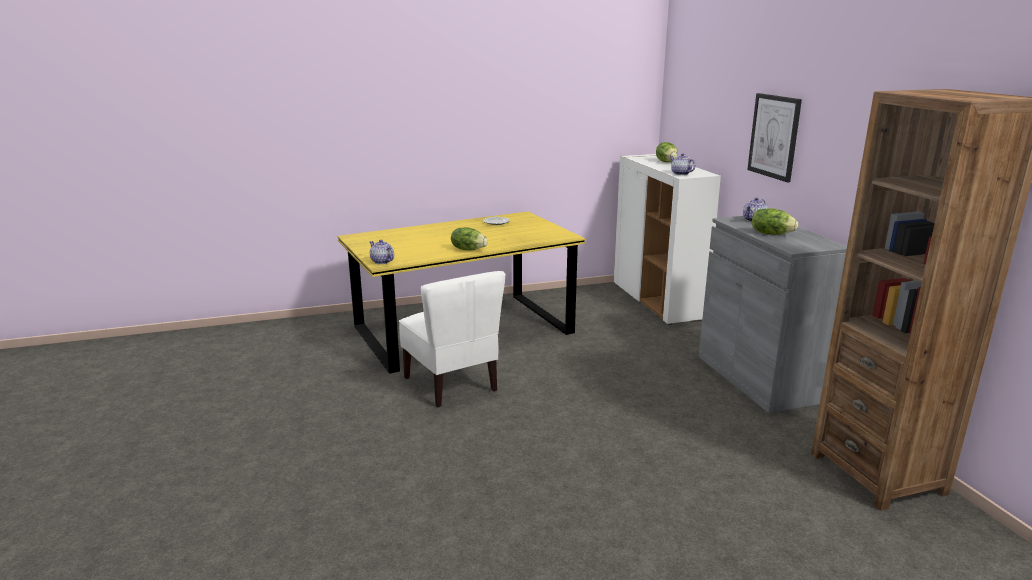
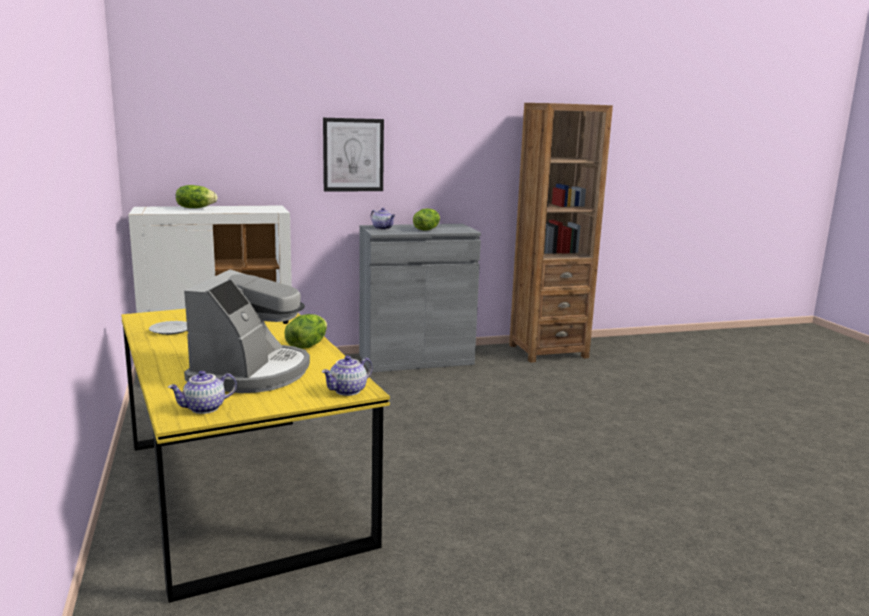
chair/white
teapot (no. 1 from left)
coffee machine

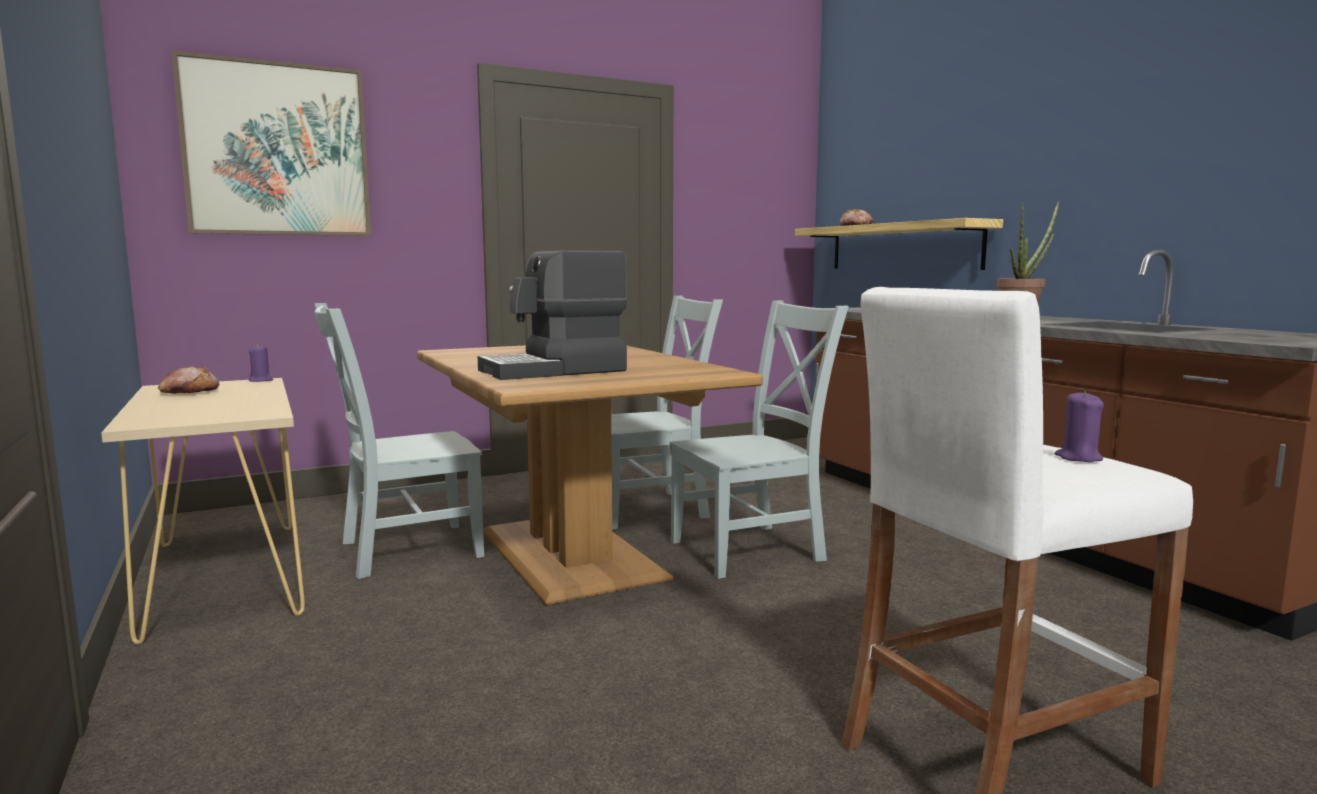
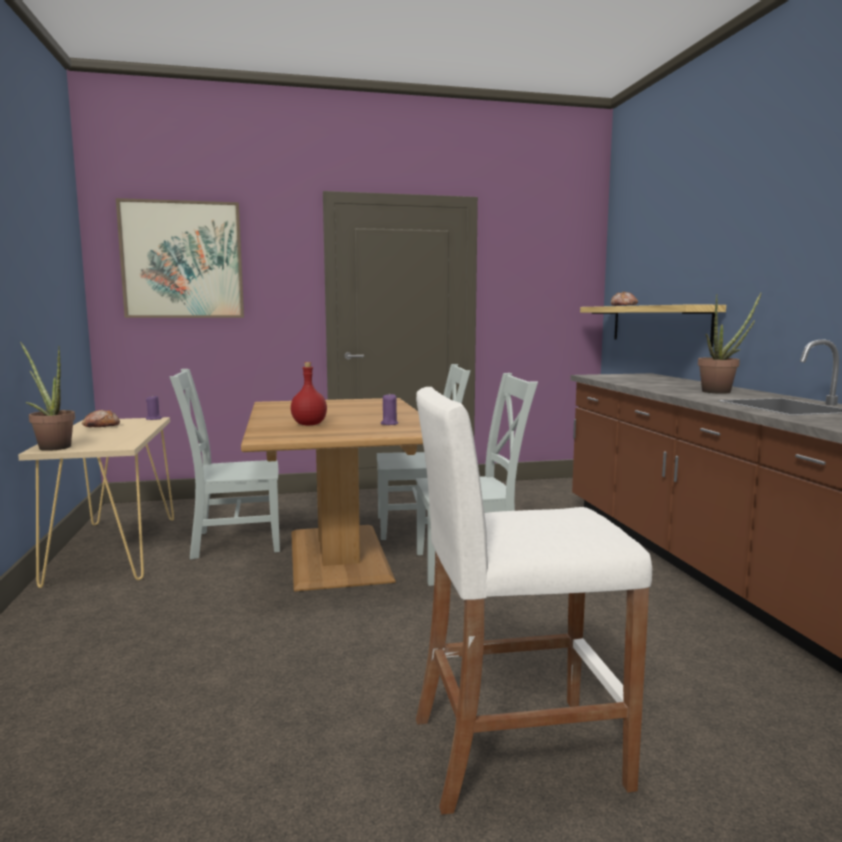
bottle/red
candle/purple (no. 2 from left)
potted plant (no. 1 from left)

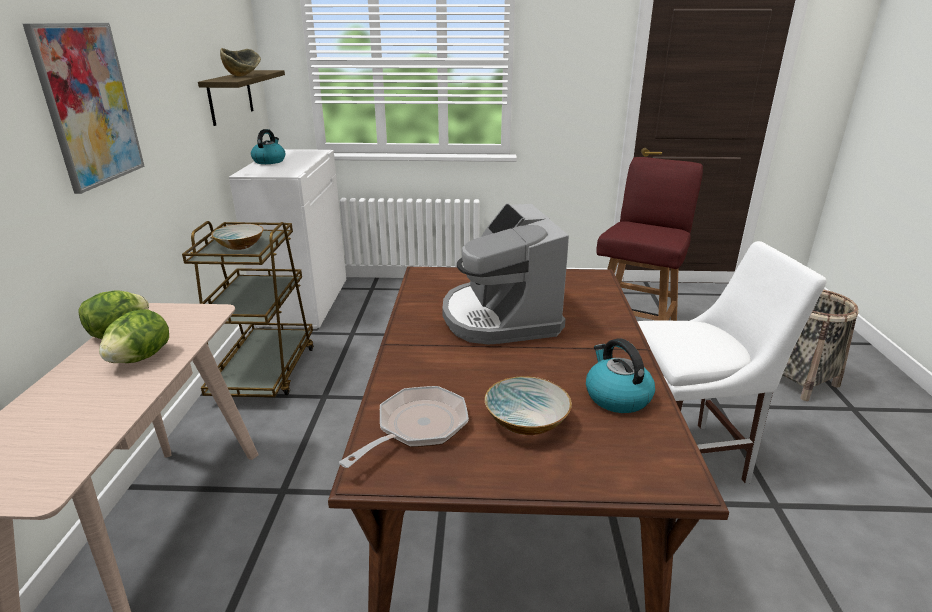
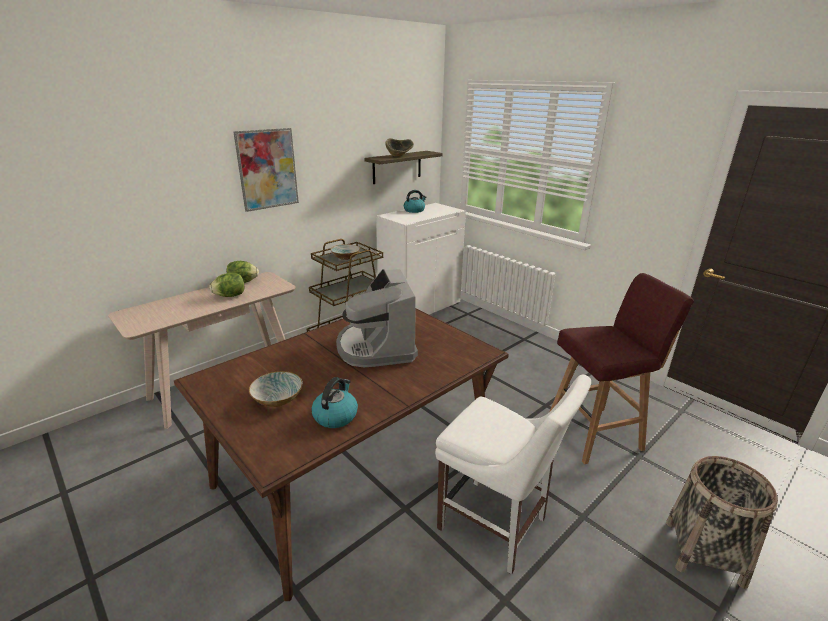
frying pan
coffee machine

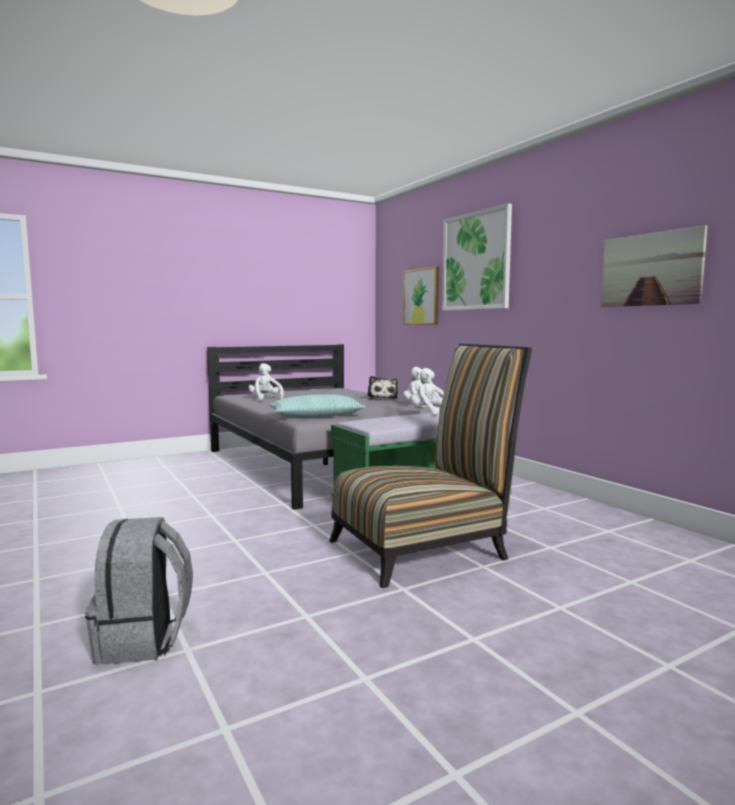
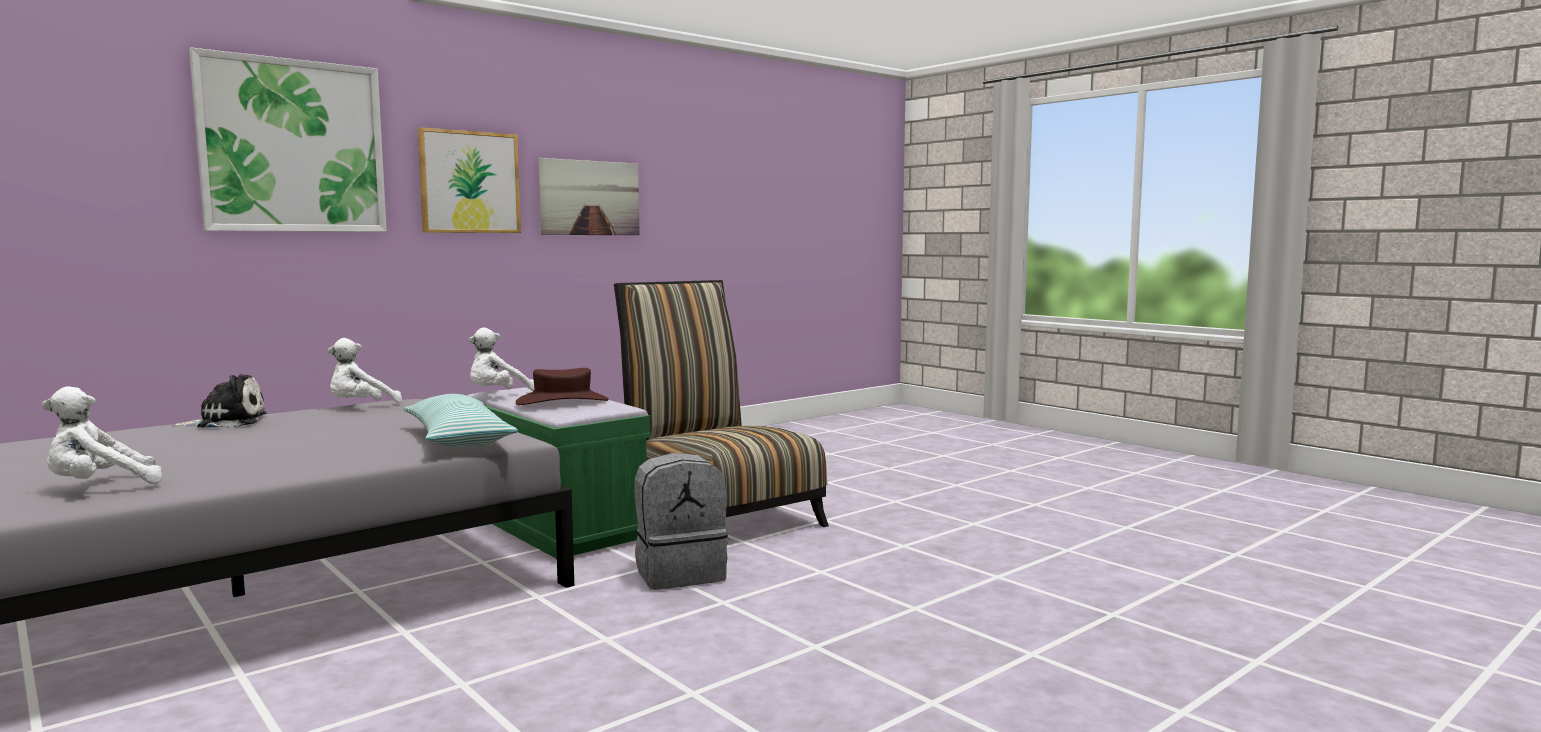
backpack/grey
picture (no. 2 from left)
hat/brown

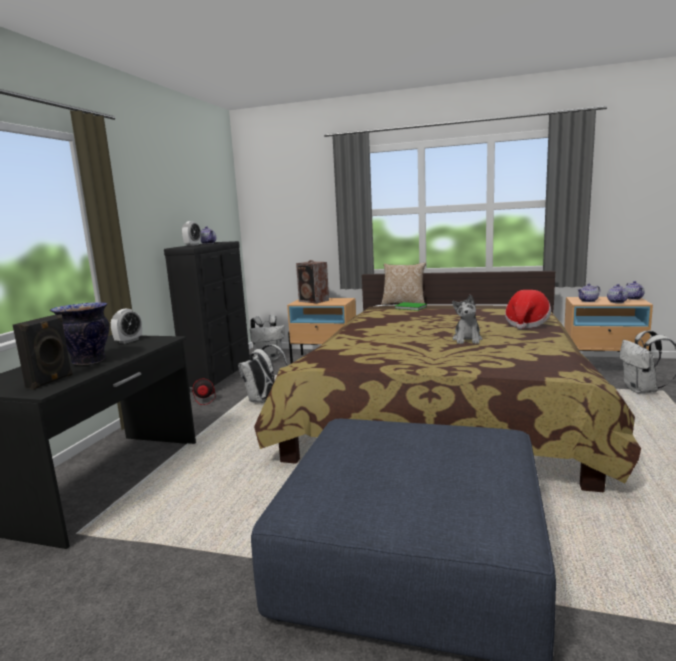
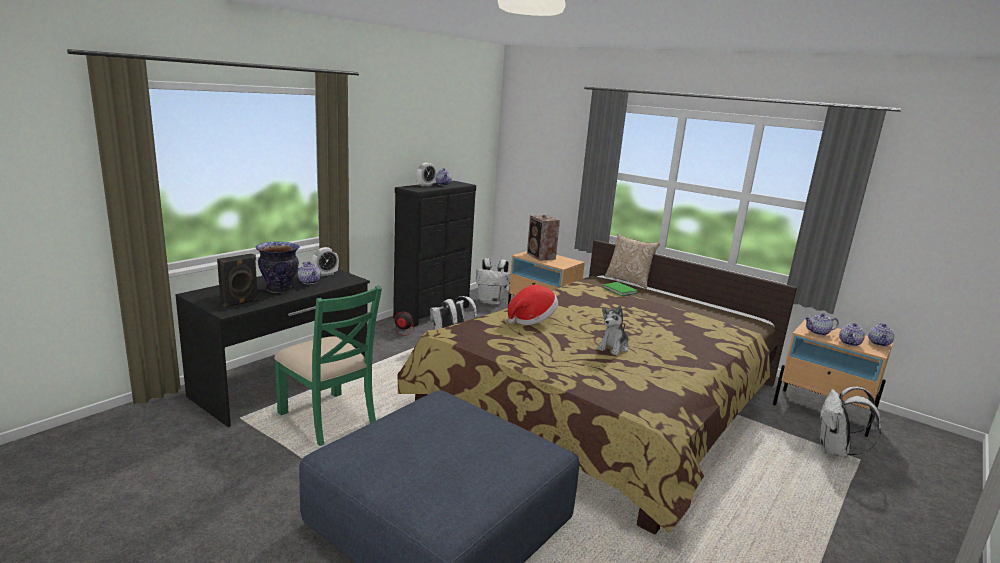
hat
chair/green
teapot (no. 1 from left)

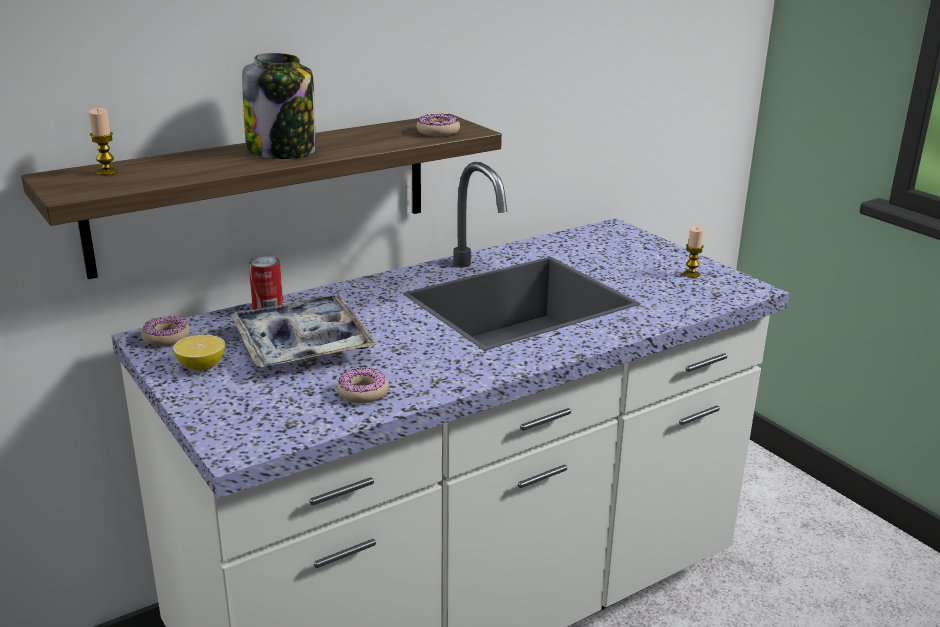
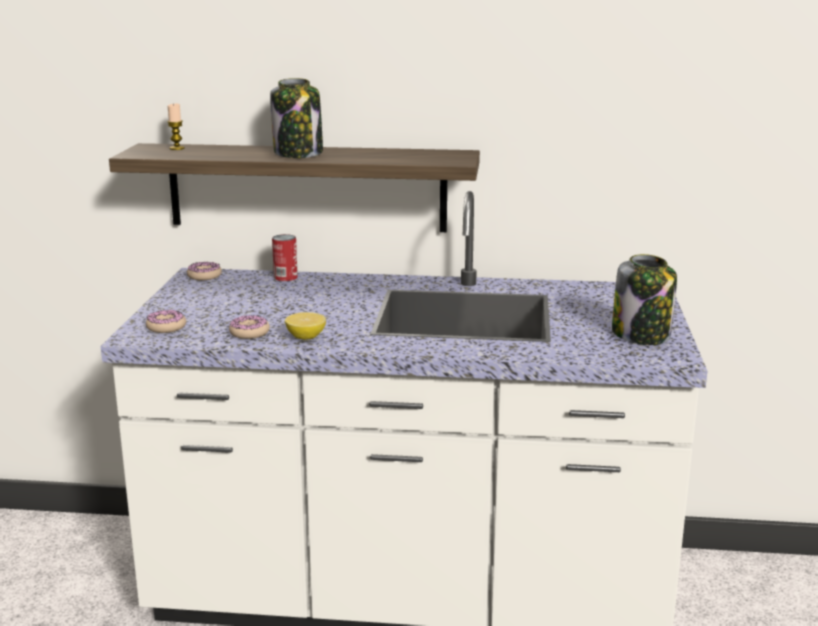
lemon
tray
donut (no. 1 from left)
jar (no. 2 from left)

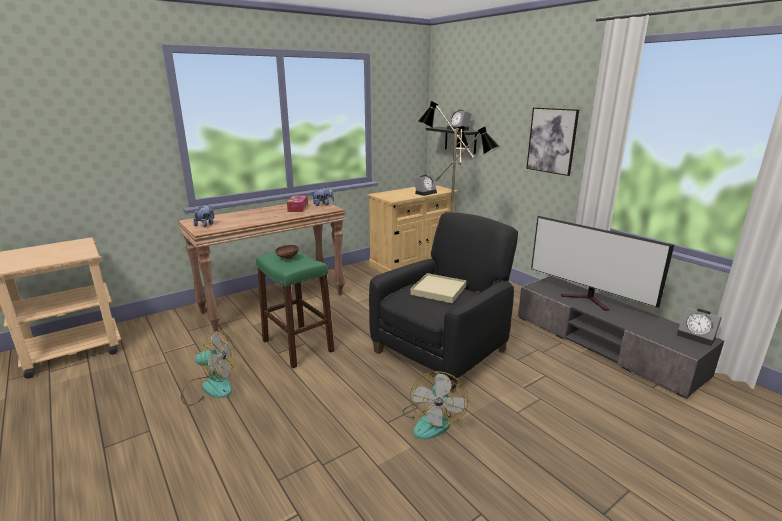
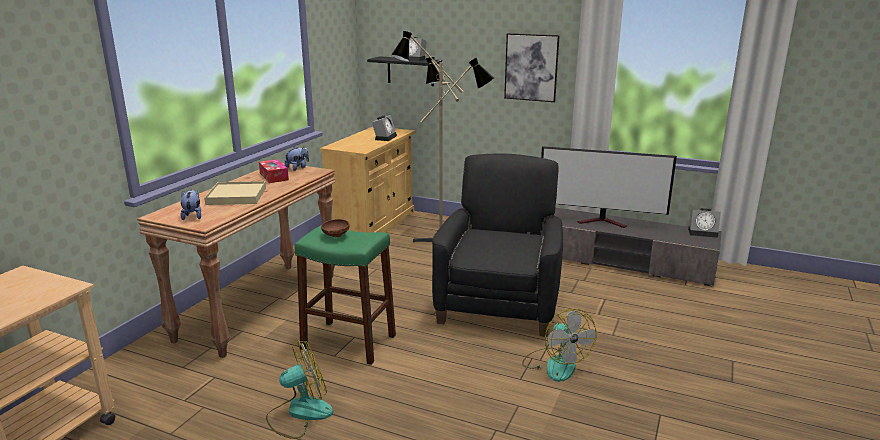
tray/beige

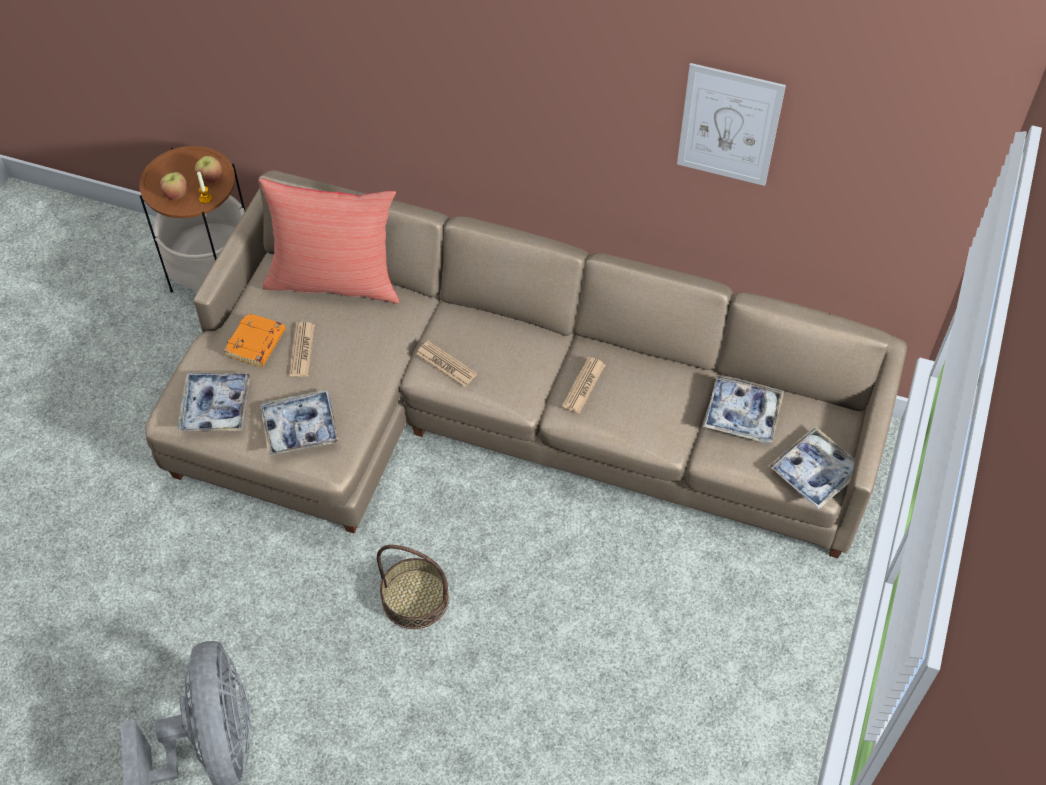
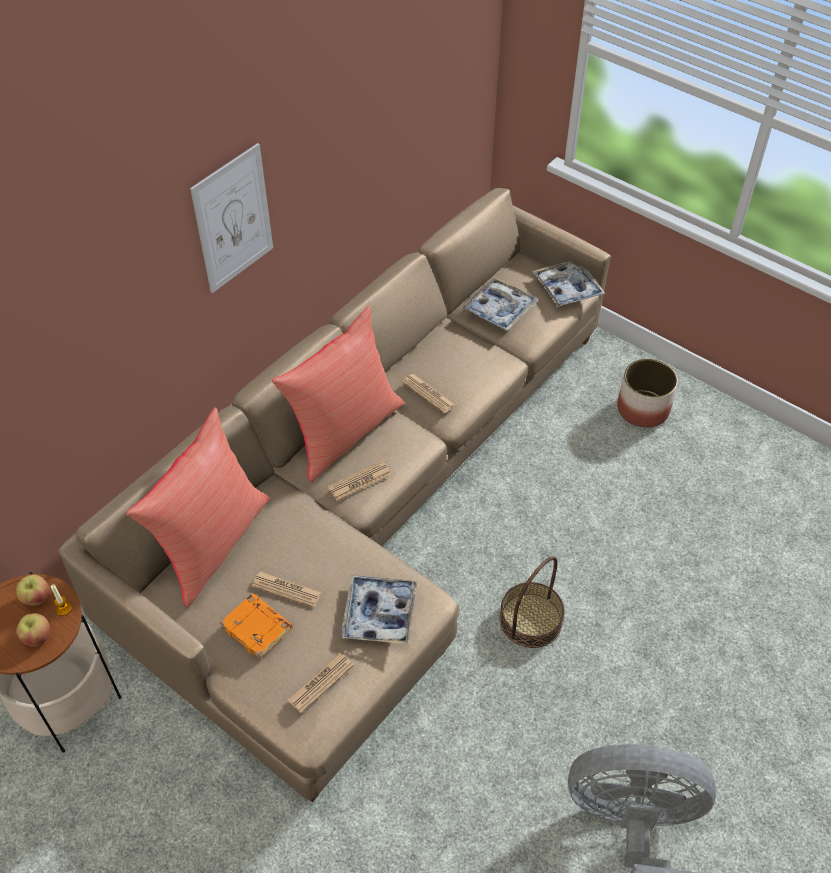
newspaper (no. 2 from left)
picture
pillow/red (no. 2 from left)
planter

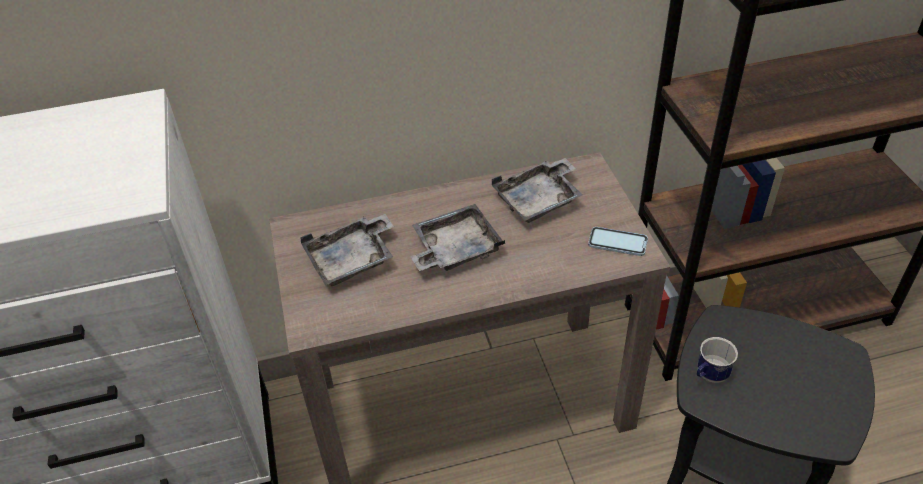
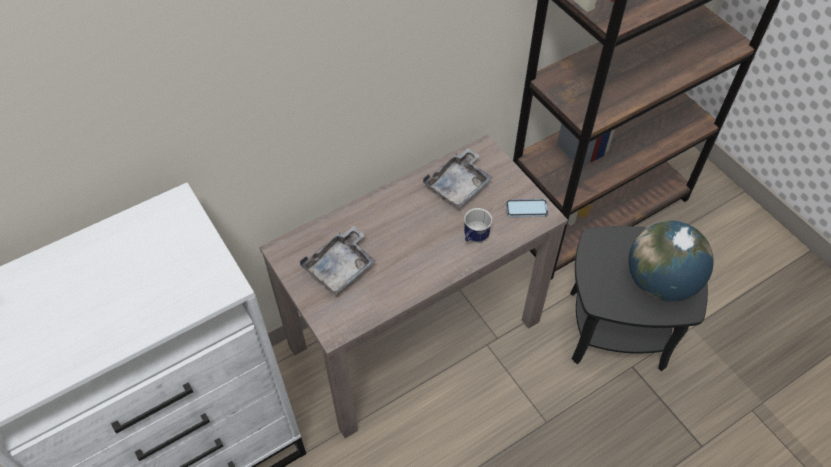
tray/grey (no. 2 from left in the first image)
mug
globe

